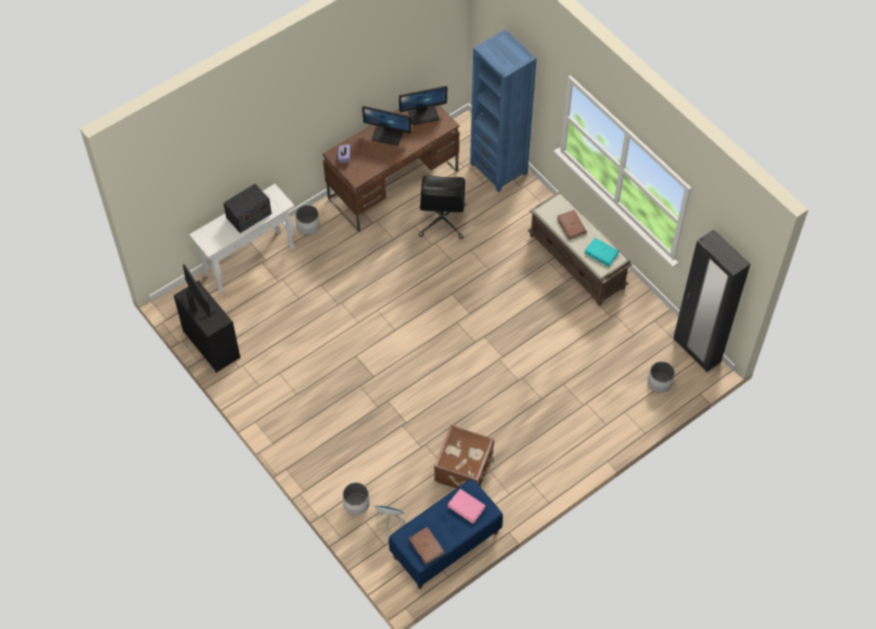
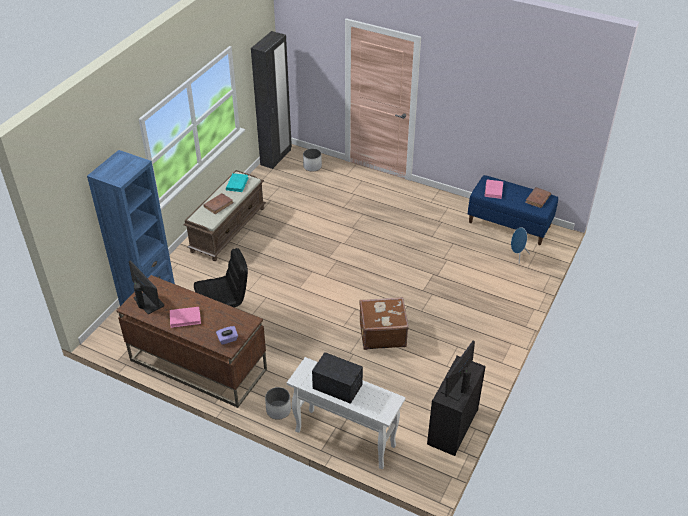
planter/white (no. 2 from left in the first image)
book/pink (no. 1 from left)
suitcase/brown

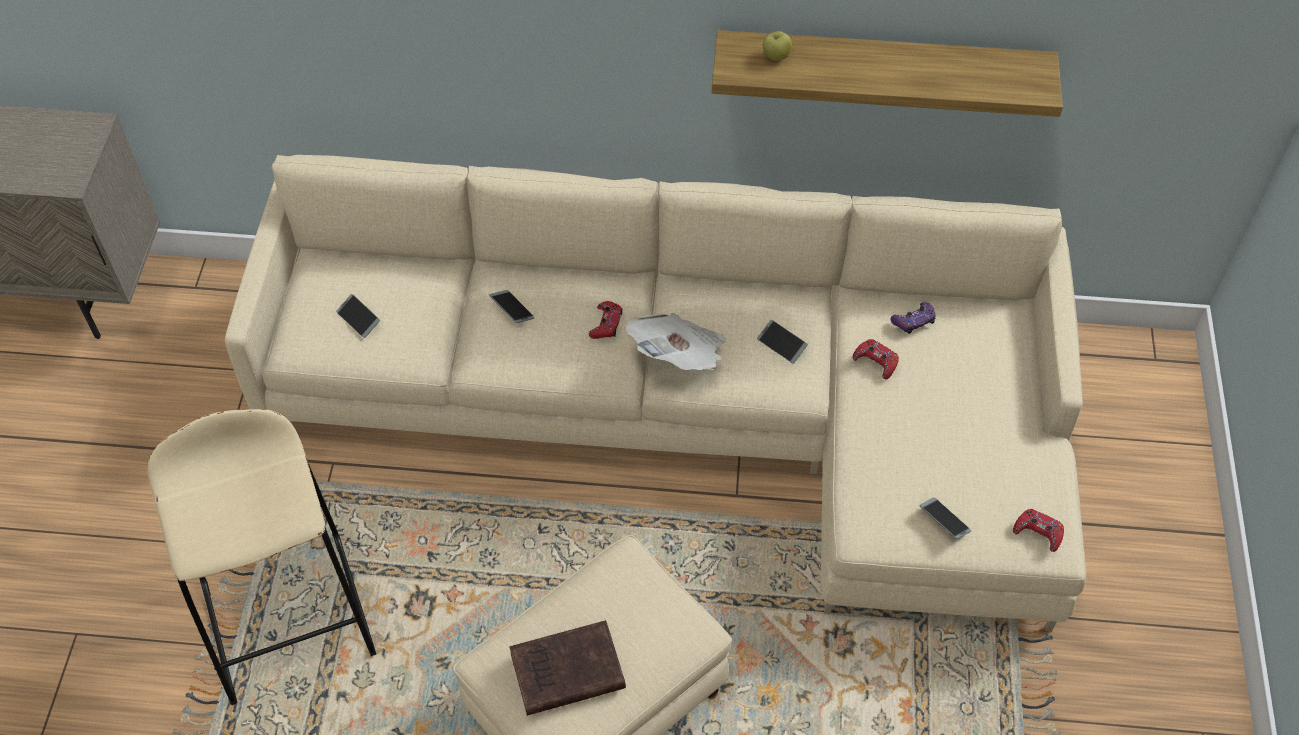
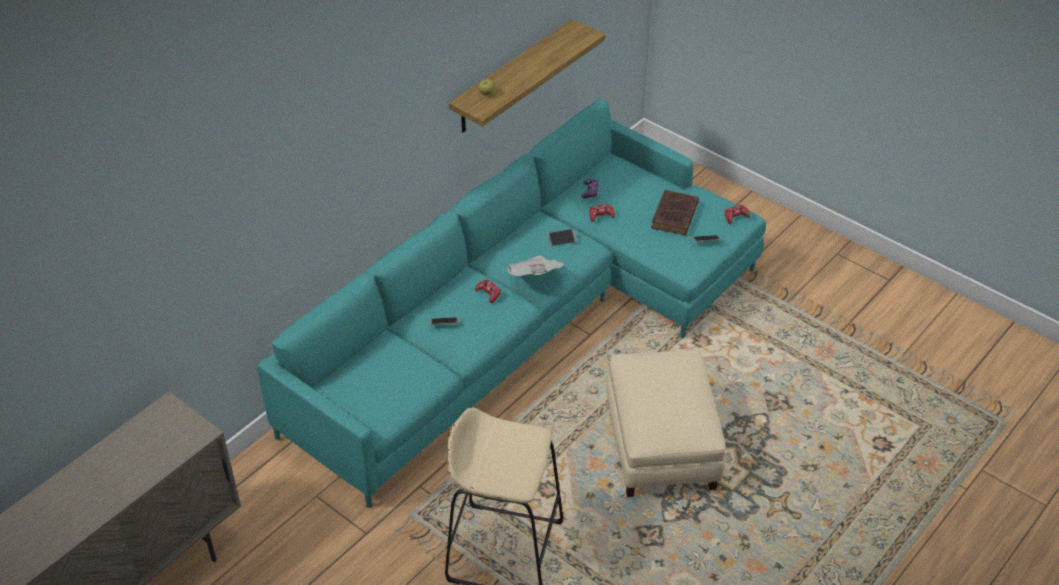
sofa/turquoise
phone (no. 1 from left in the first image)
book/brown

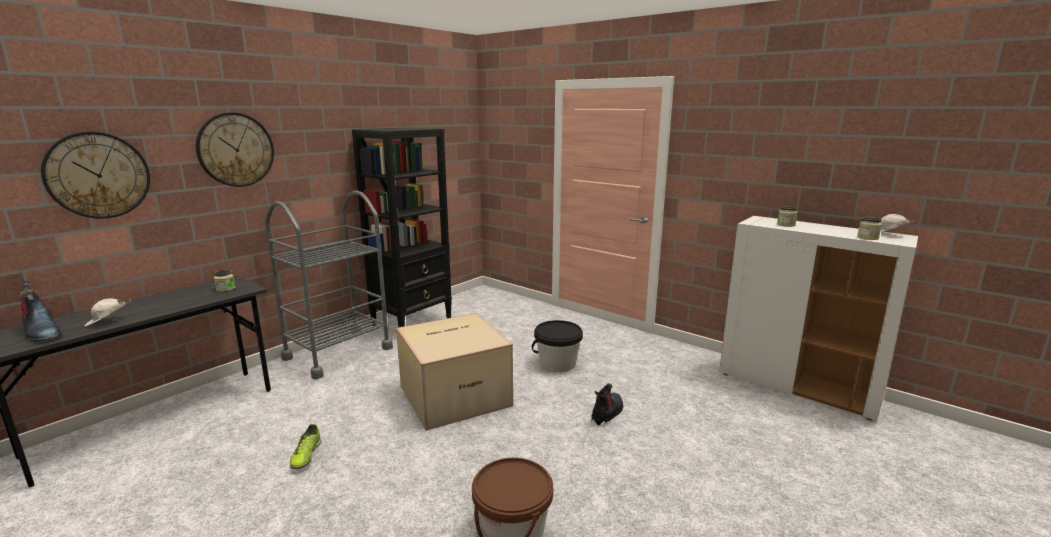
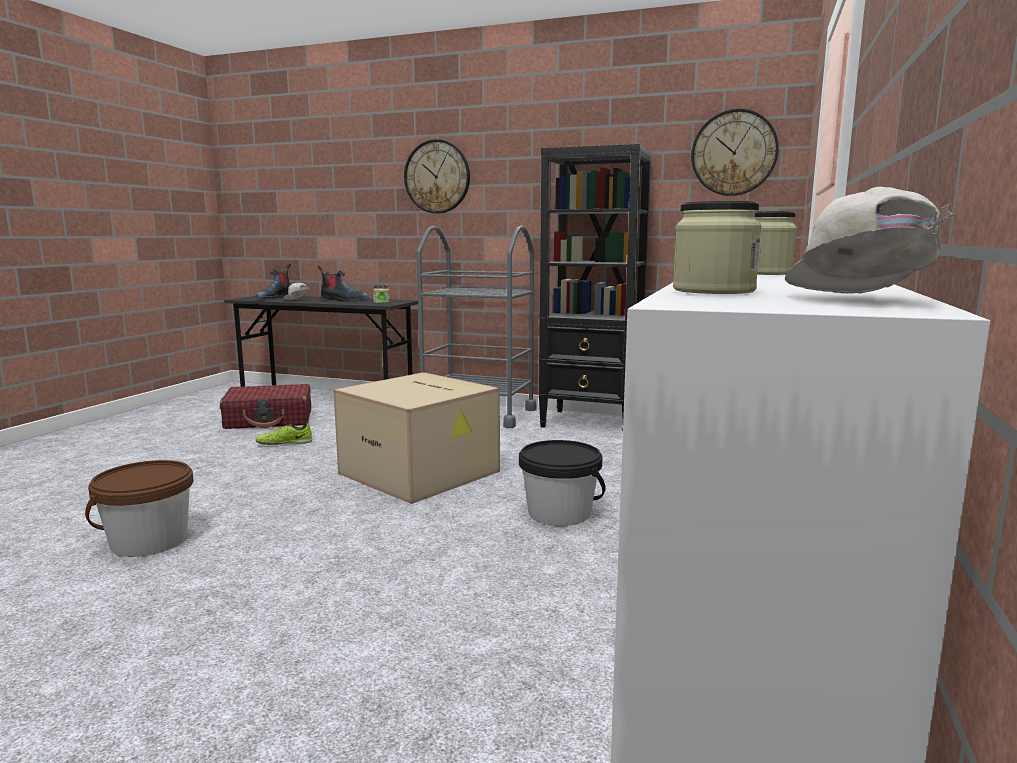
wall clock (no. 2 from left)
boot (no. 2 from left)
suitcase/red

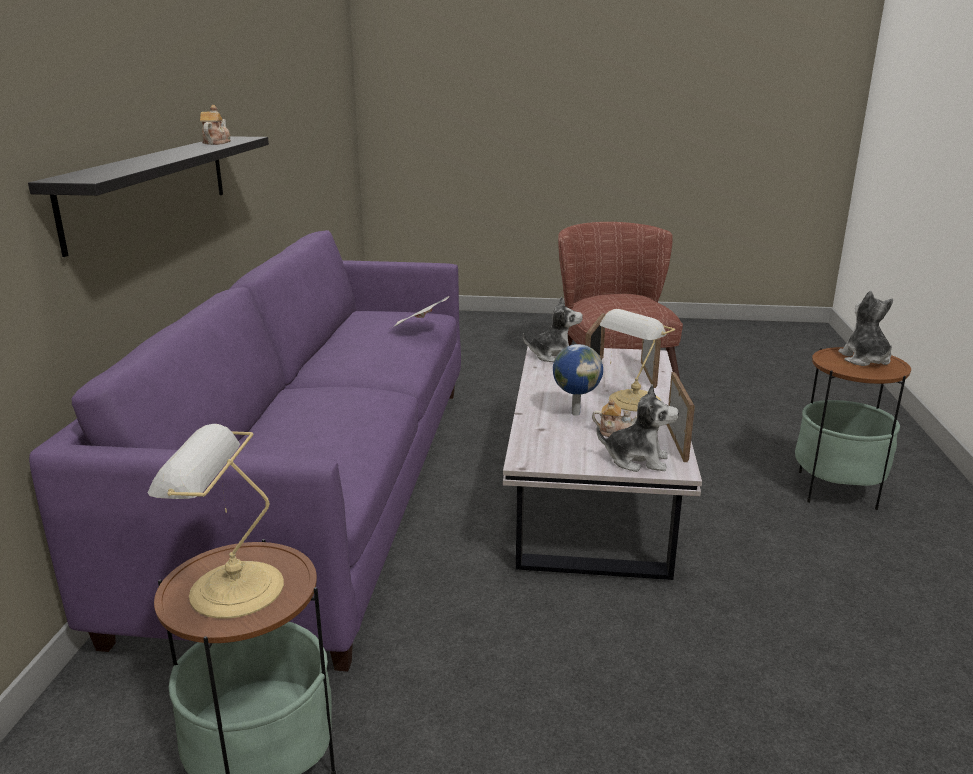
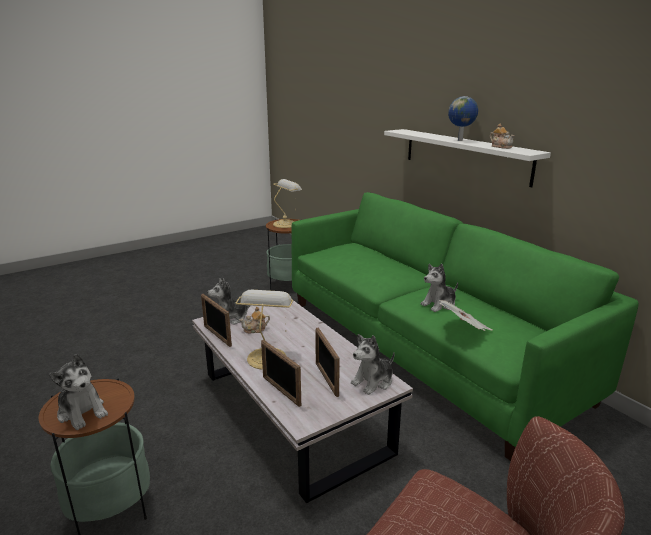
shelf/white
sofa/green
globe
plush toy (no. 4 from left)

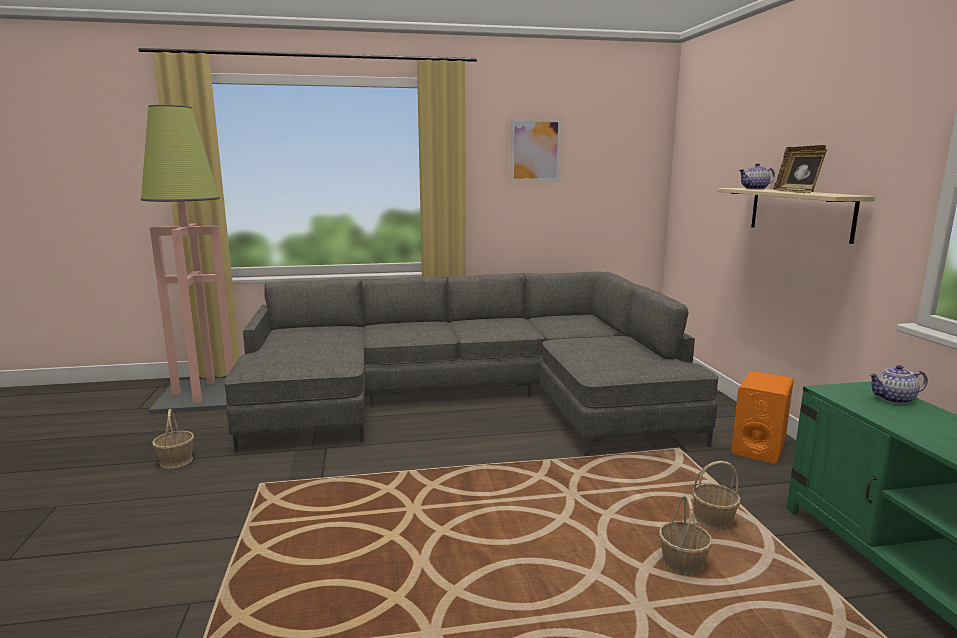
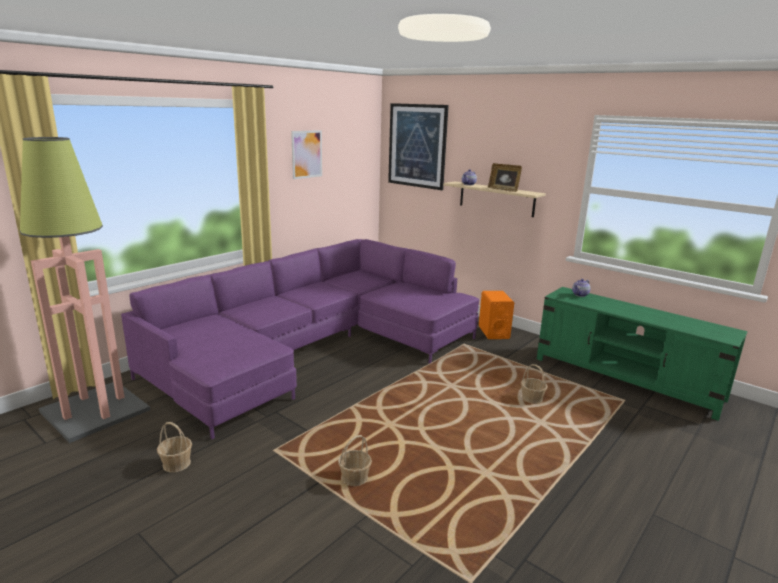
sofa/purple
basket (no. 2 from left)
picture (no. 2 from left)

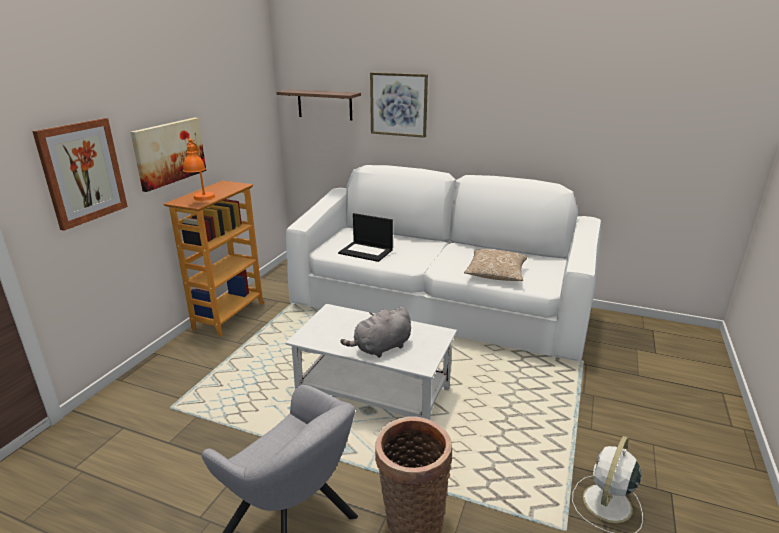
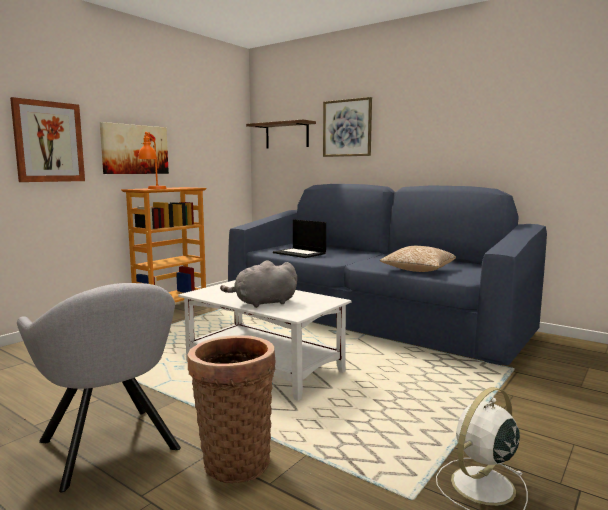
sofa/blue

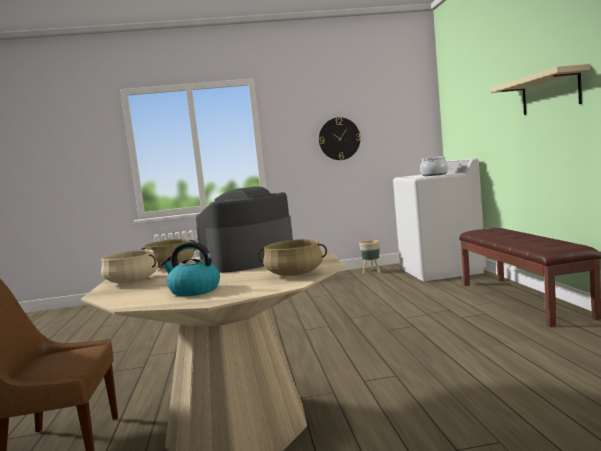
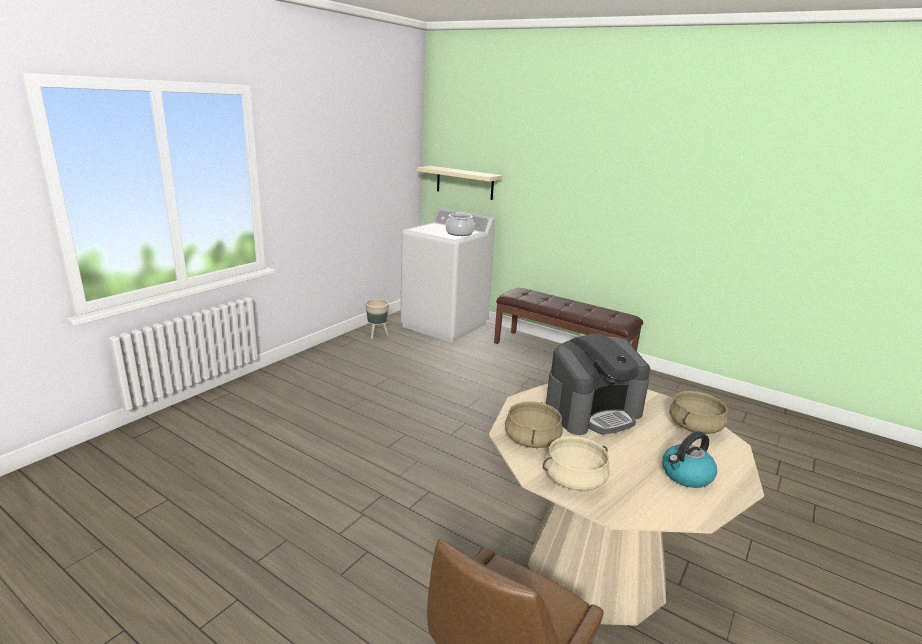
coffee machine
wall clock
shelf/beige

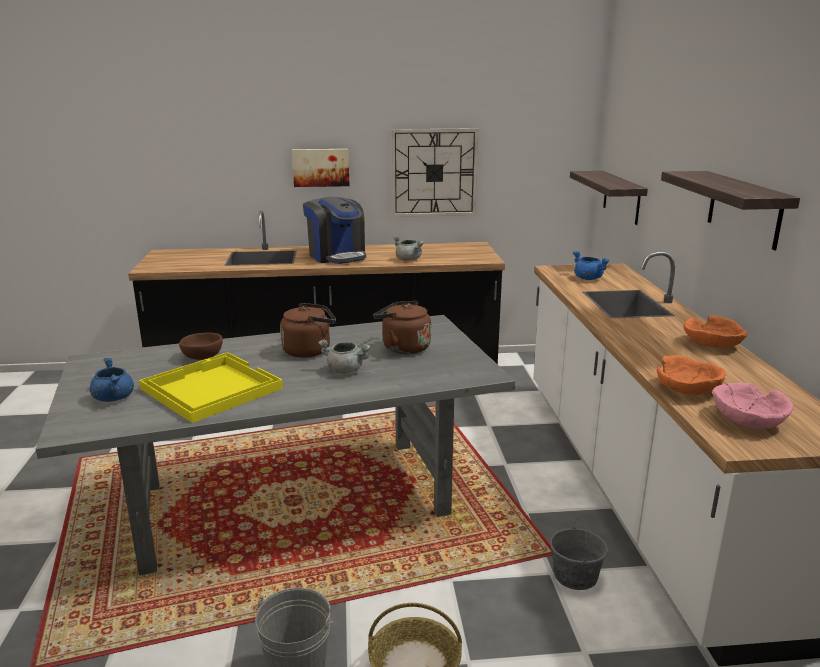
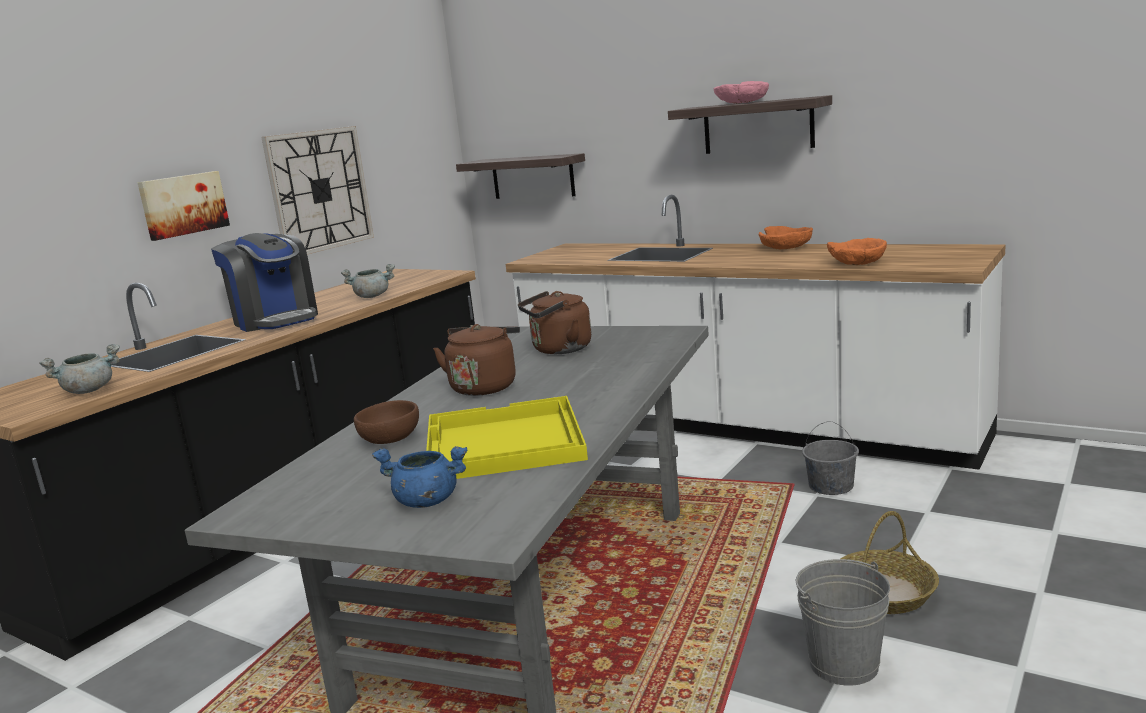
coffee machine
cooking pot/grey (no. 1 from left)
cooking pot/blue (no. 2 from left in the first image)
bowl/pink

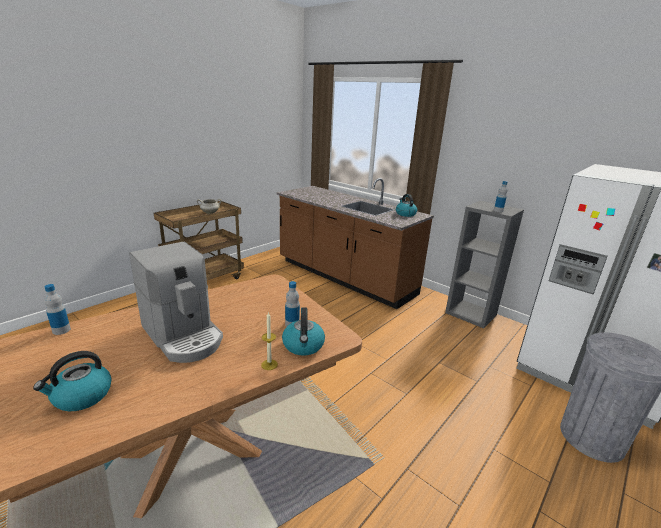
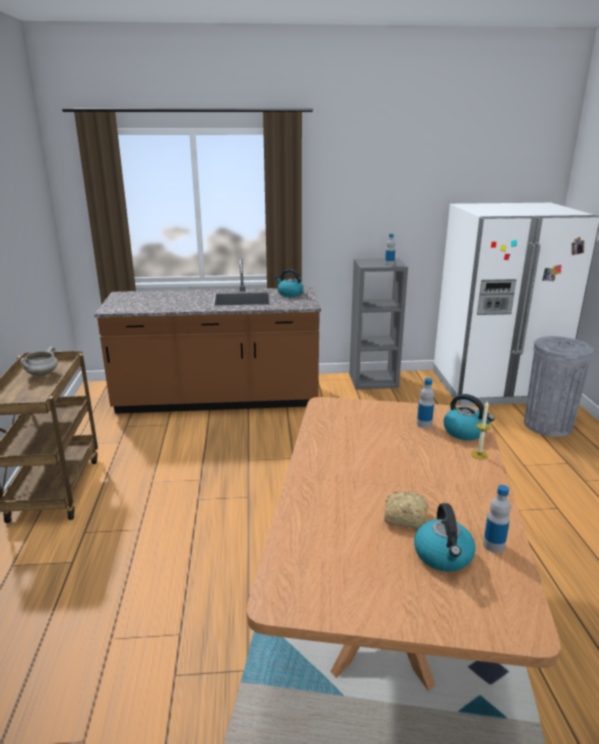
bottle (no. 3 from left)
coffee machine
bread

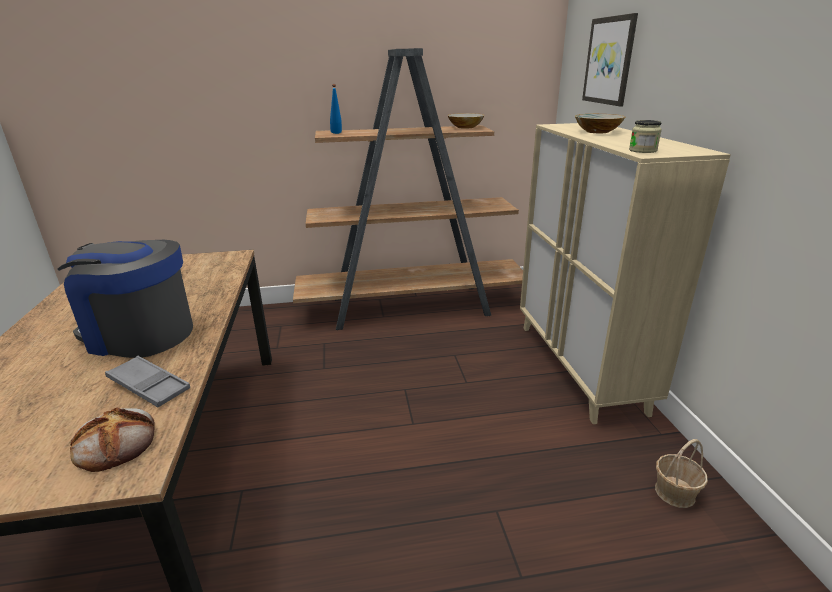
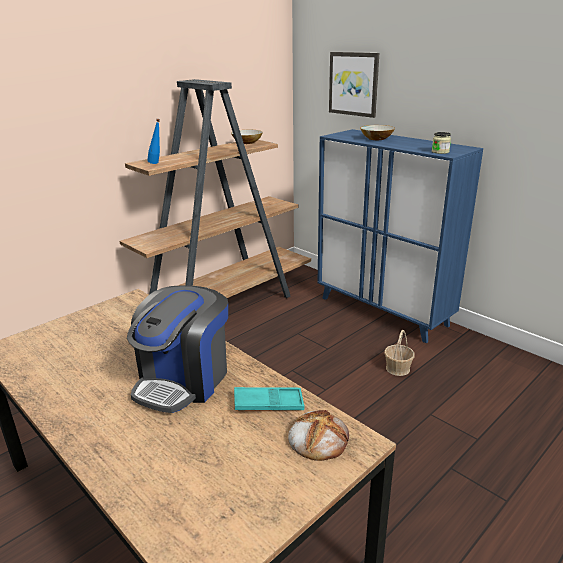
coffee machine
tray/turquoise
cabinet/blue
basket

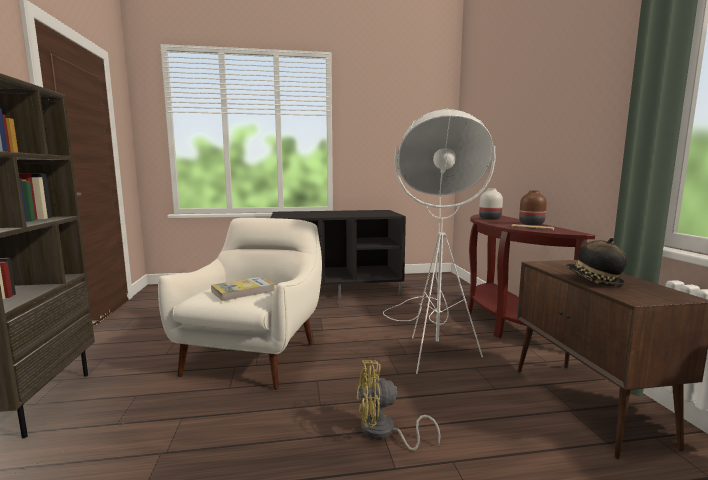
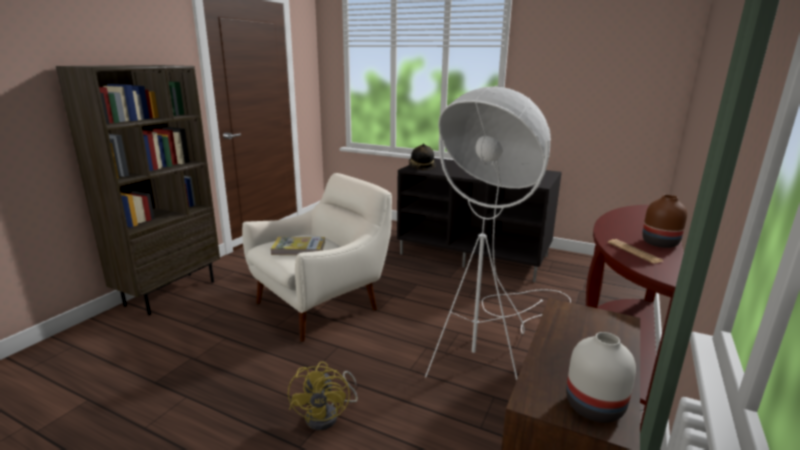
fan/yellow
vase/white
hat

